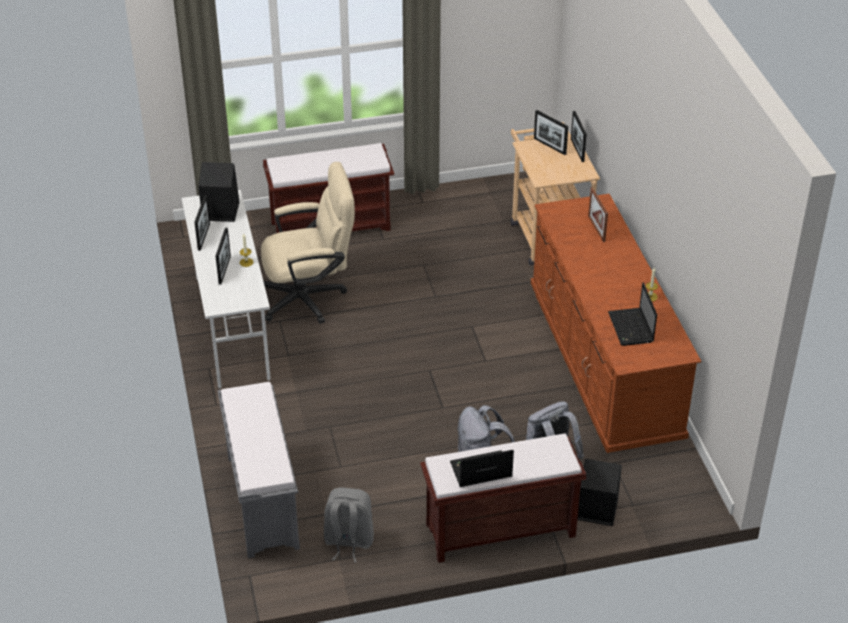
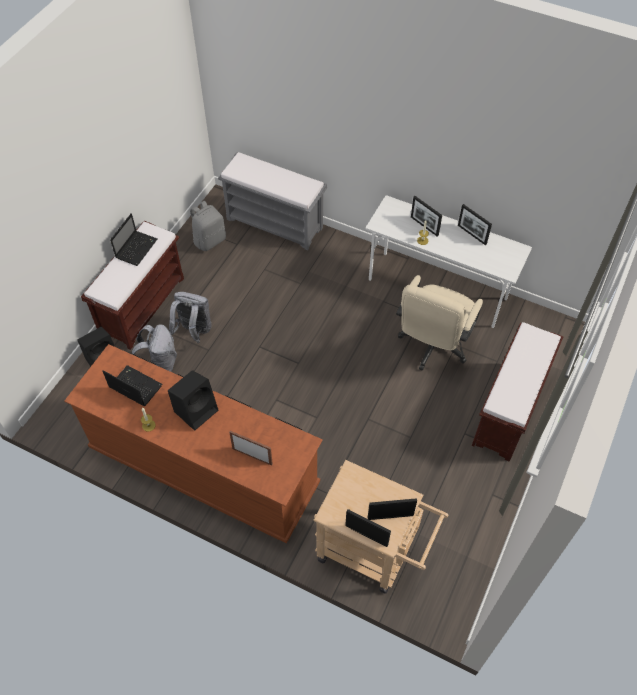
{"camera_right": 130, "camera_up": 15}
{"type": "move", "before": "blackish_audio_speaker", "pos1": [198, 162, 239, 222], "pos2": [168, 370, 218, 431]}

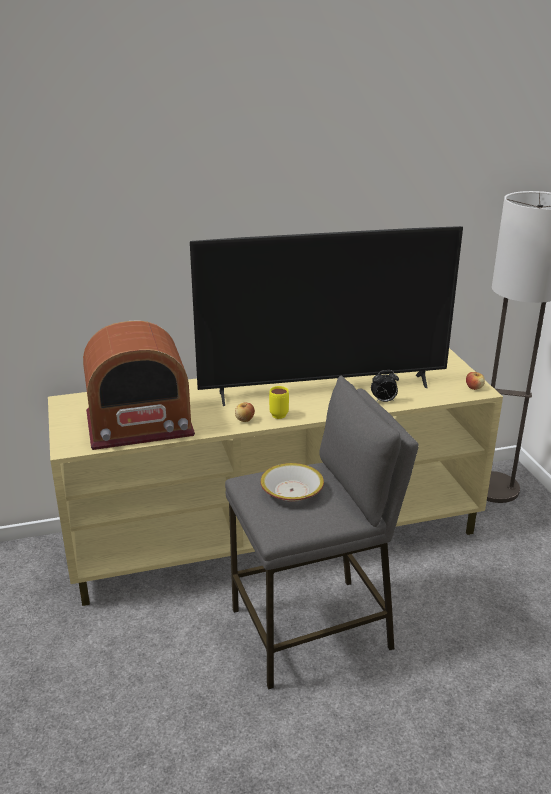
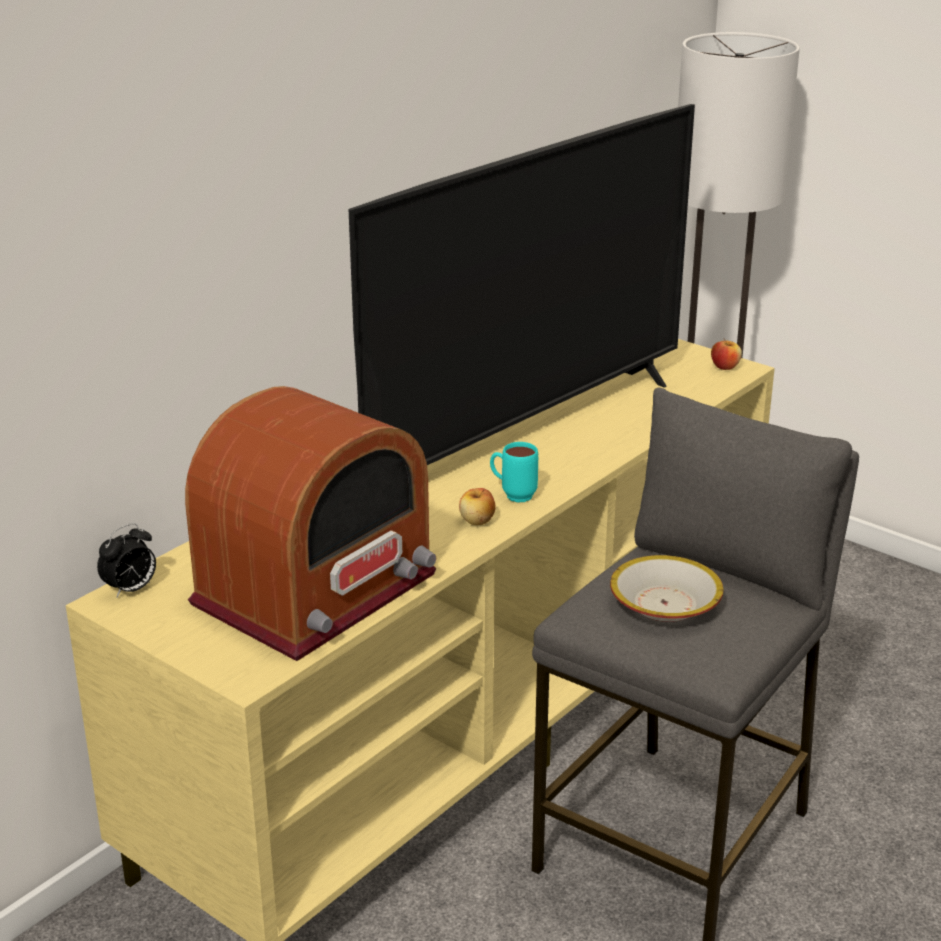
{"camera_right": -35, "camera_up": 0}
{"type": "move", "before": "bedside_clock", "pos1": [371, 370, 399, 402], "pos2": [97, 523, 156, 598]}
{"type": "recolor", "before": "yellow-coloured_mug", "after": "turquoise_mug", "pos1": [269, 386, 289, 419], "pos2": [490, 442, 538, 503]}

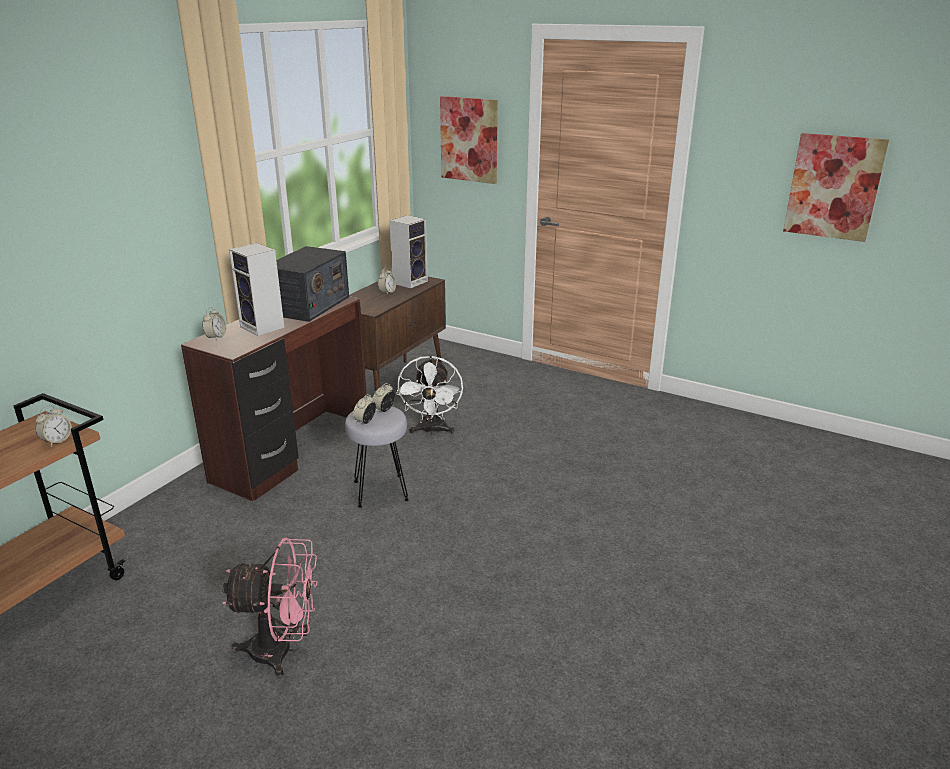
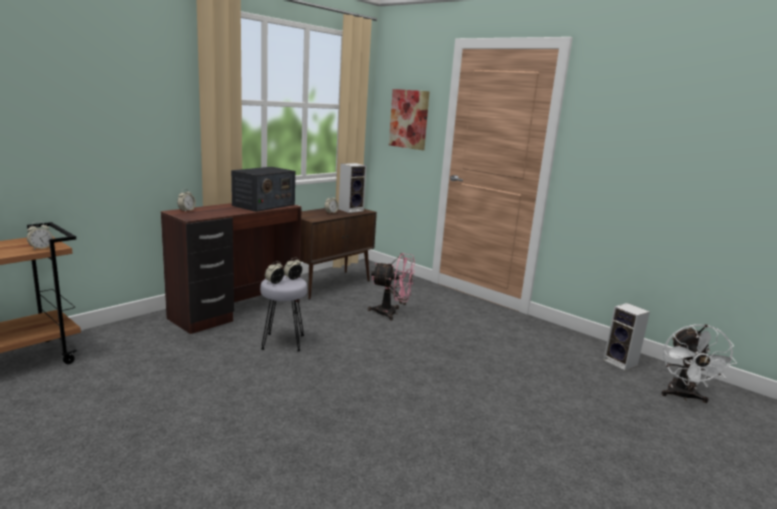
{"camera_right": 10, "camera_up": -10}
{"type": "delete", "before": "wall_picture", "pos1": [783, 133, 889, 242]}
{"type": "move", "before": "audio_speaker", "pos1": [229, 243, 284, 336], "pos2": [603, 303, 650, 371]}
{"type": "move", "before": "white-coloured_electric_fan", "pos1": [396, 355, 463, 435], "pos2": [661, 324, 737, 403]}
{"type": "move", "before": "pinkish_electric_fan", "pos1": [222, 538, 318, 678], "pos2": [368, 253, 415, 320]}

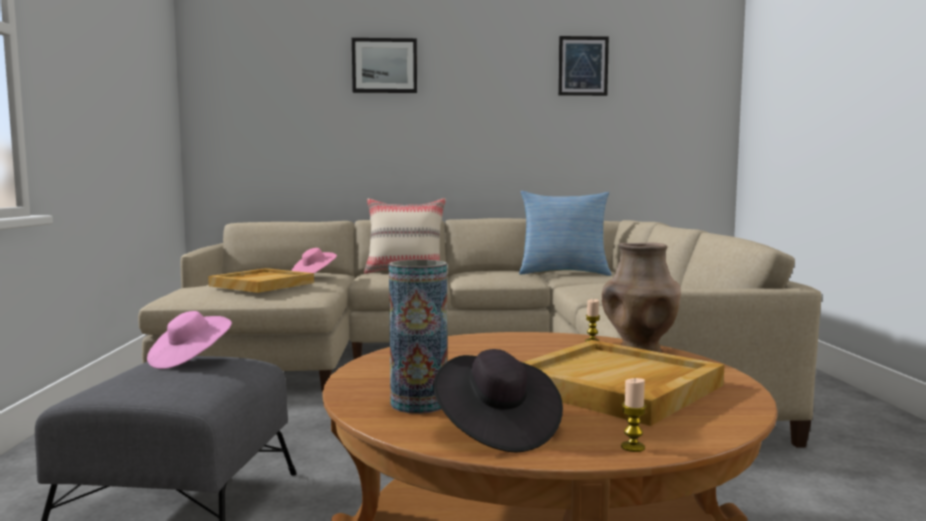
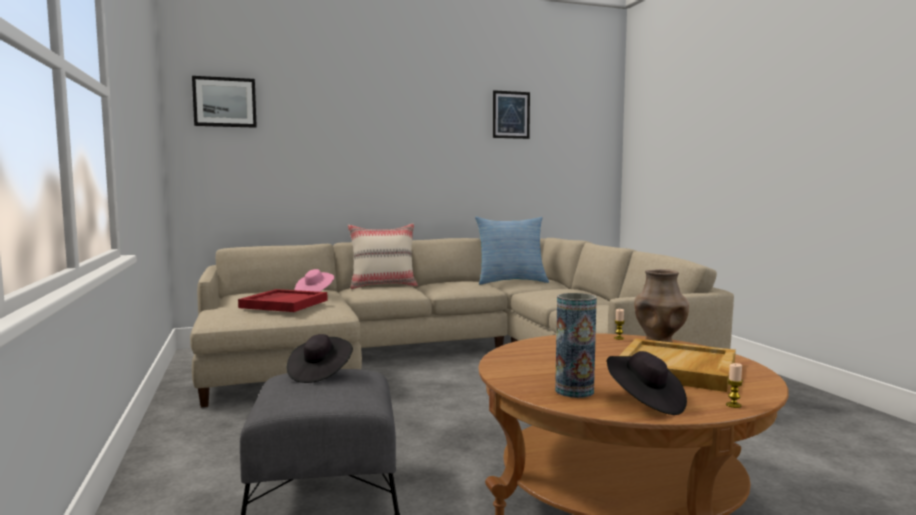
{"camera_right": -15, "camera_up": 0}
{"type": "move", "before": "wall_picture", "pos1": [352, 38, 417, 93], "pos2": [192, 76, 257, 128]}
{"type": "recolor", "before": "beige-coloured_serving_tray", "after": "red_serving_tray", "pos1": [208, 268, 314, 293], "pos2": [238, 289, 328, 312]}
{"type": "recolor", "before": "pinkish_clothing_hat", "after": "blackish_clothing_hat", "pos1": [147, 311, 232, 369], "pos2": [287, 334, 353, 383]}

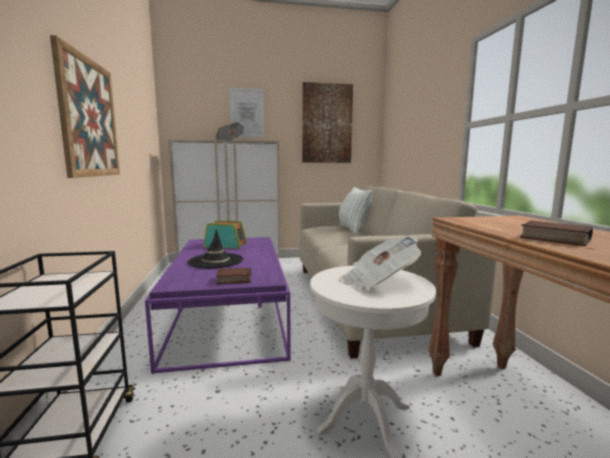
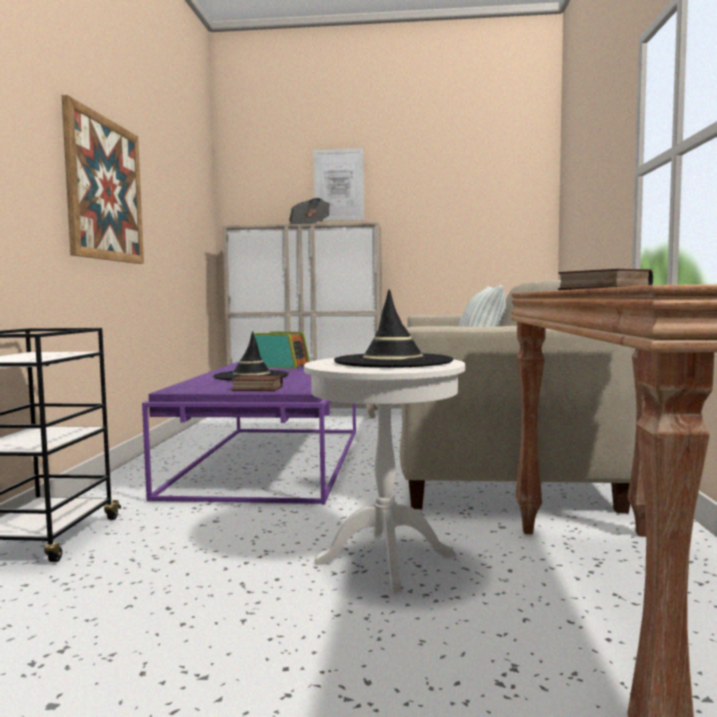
{"camera_right": 15, "camera_up": -5}
{"type": "delete", "before": "wall_picture", "pos1": [302, 82, 353, 163]}
{"type": "replace", "before": "daily_paper", "after": "blackish_clothing_hat", "pos1": [339, 236, 421, 289], "pos2": [334, 289, 453, 368]}

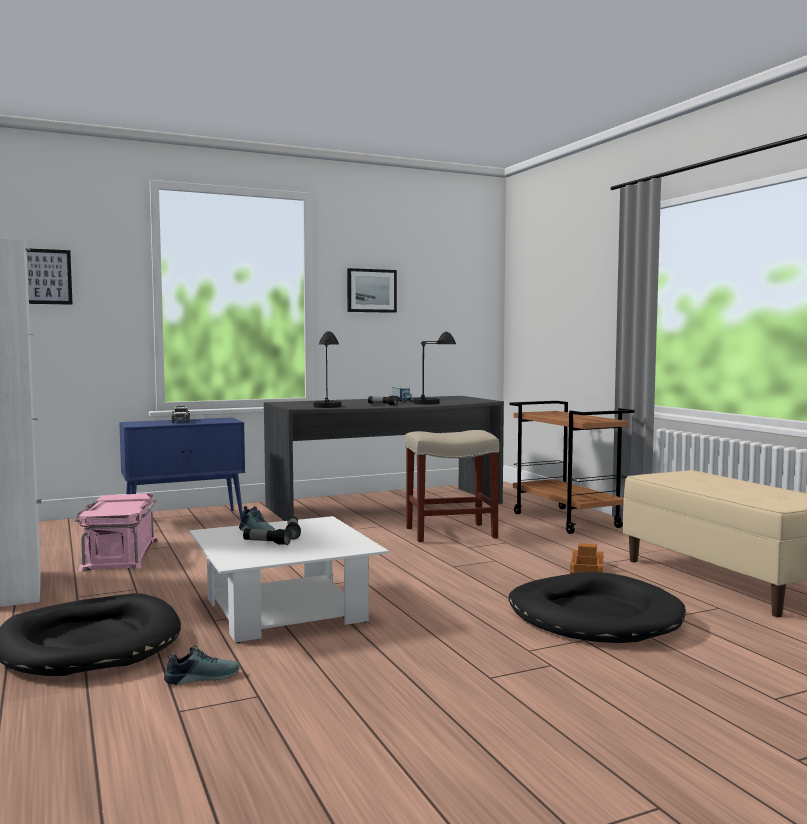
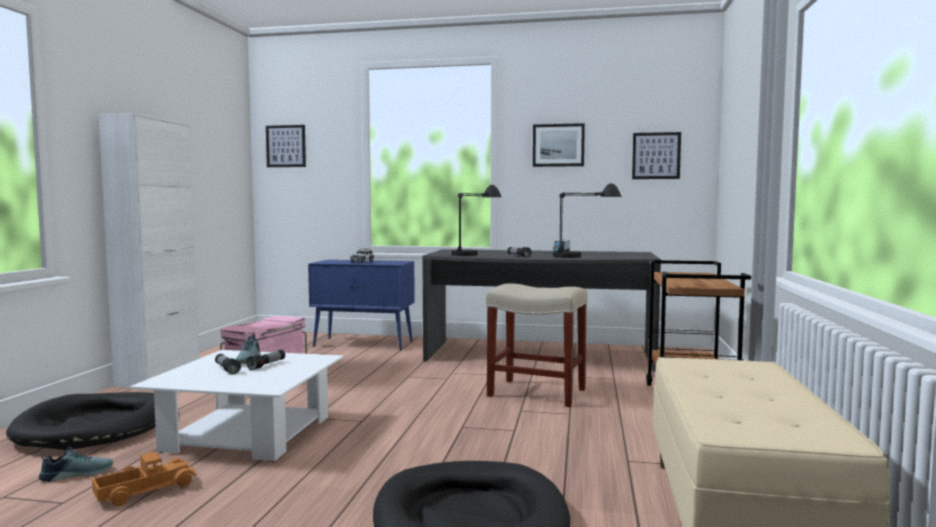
{"camera_right": 35, "camera_up": 0}
{"type": "move", "before": "model_truck", "pos1": [570, 543, 604, 574], "pos2": [92, 452, 197, 506]}
{"type": "rotate", "before": "low_shoe", "pos1": [164, 645, 240, 685], "pos2": [39, 447, 113, 482], "turn": -45}
{"type": "insert", "after": "wall_picture", "pos2": [632, 132, 681, 179]}

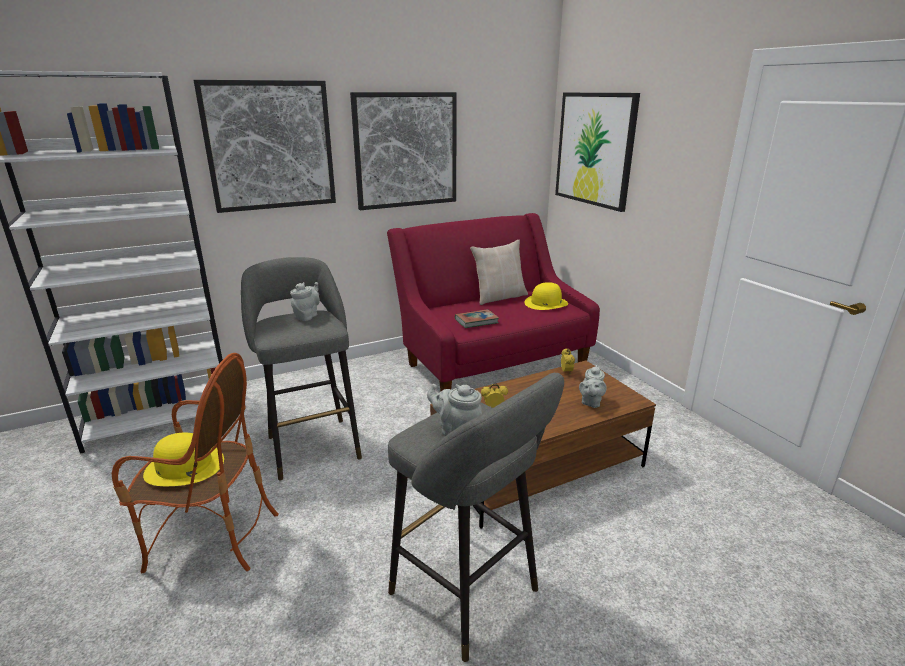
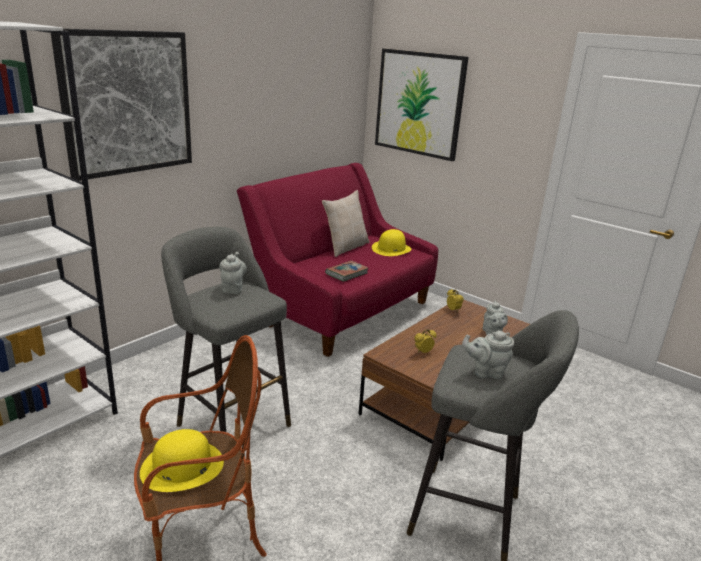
{"camera_right": -25, "camera_up": 0}
{"type": "delete", "before": "wall_picture", "pos1": [350, 92, 457, 210]}

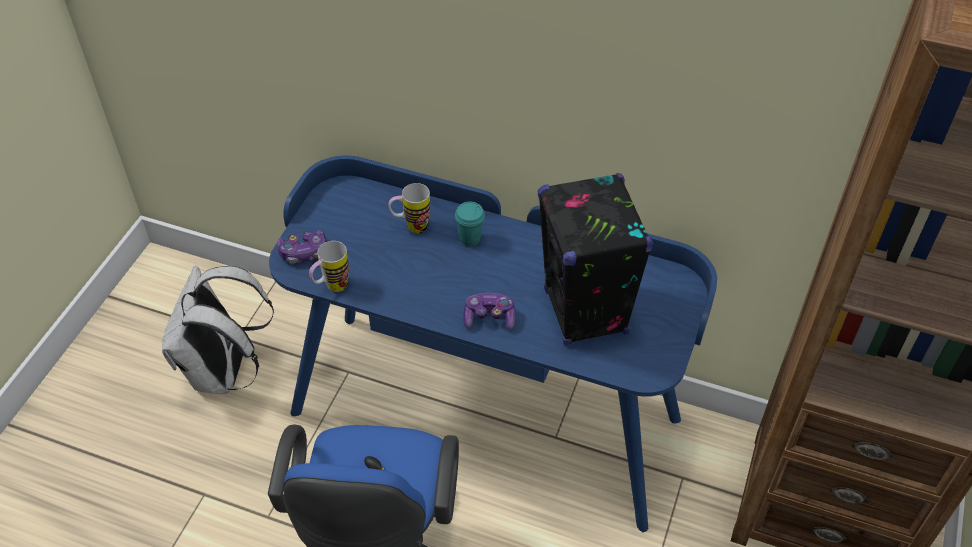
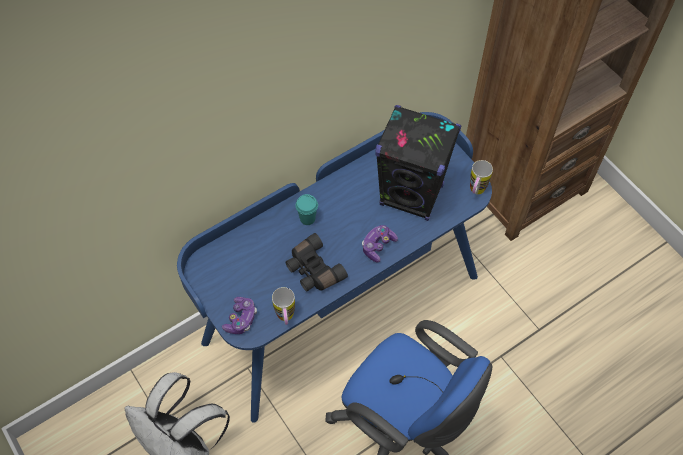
{"camera_right": -55, "camera_up": 10}
{"type": "move", "before": "mug", "pos1": [389, 183, 430, 233], "pos2": [470, 160, 493, 194]}
{"type": "insert", "after": "blackish_binoculars", "pos2": [285, 233, 348, 291]}

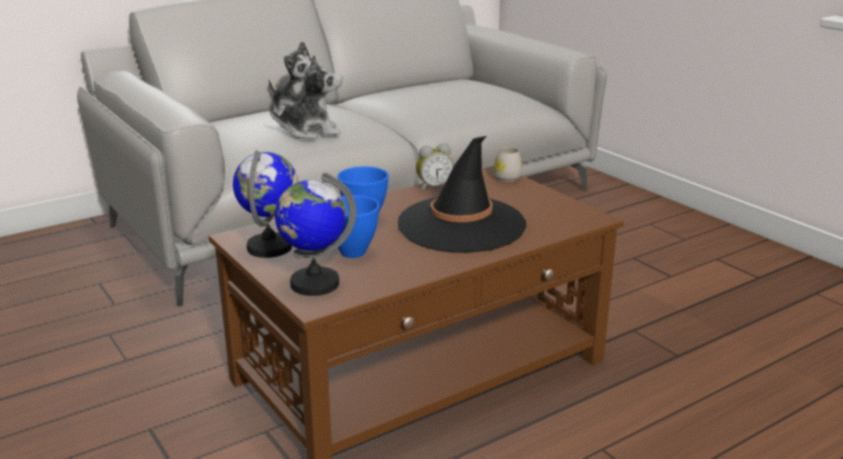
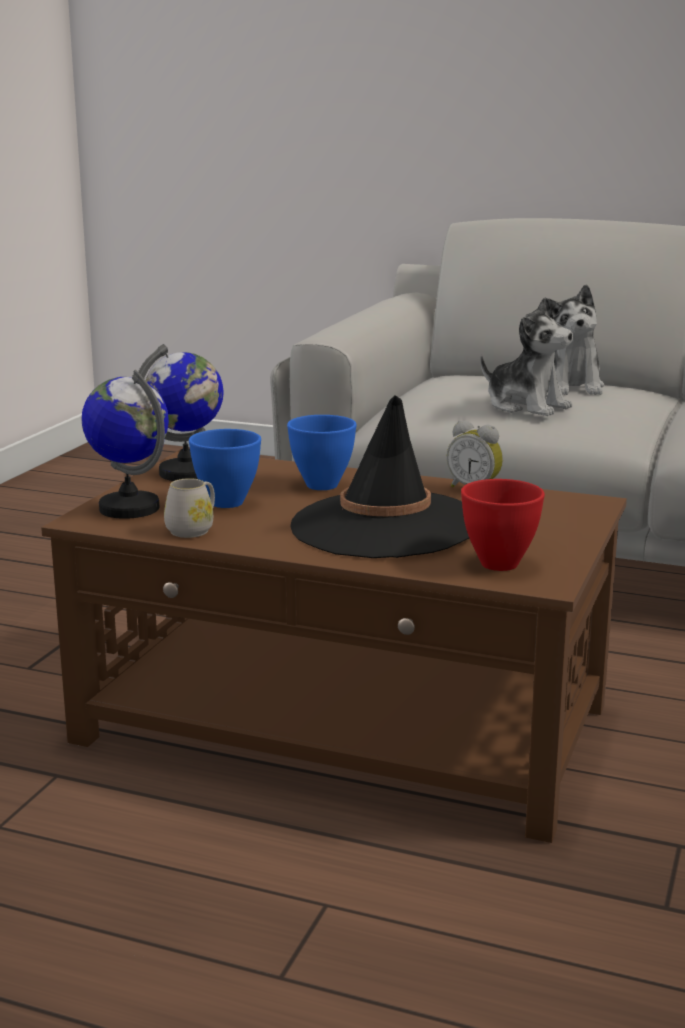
{"camera_right": 55, "camera_up": -5}
{"type": "move", "before": "white-coloured_mug", "pos1": [493, 147, 522, 182], "pos2": [164, 478, 215, 538]}
{"type": "insert", "after": "red_bowl", "pos2": [461, 479, 545, 571]}

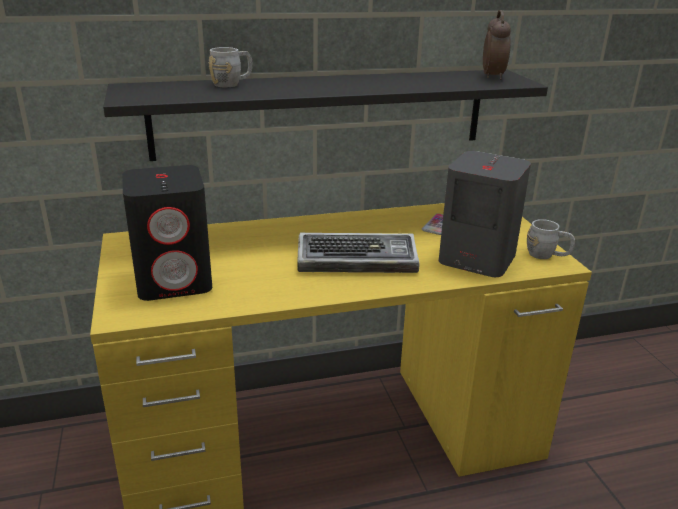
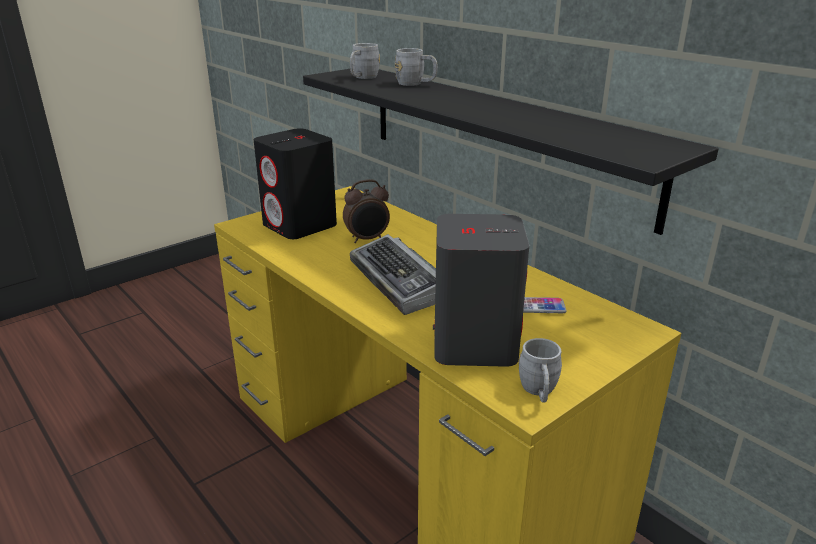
{"camera_right": 65, "camera_up": 0}
{"type": "move", "before": "bedside_clock", "pos1": [483, 10, 511, 80], "pos2": [343, 179, 390, 243]}
{"type": "insert", "after": "greyish_mug", "pos2": [350, 43, 380, 79]}

